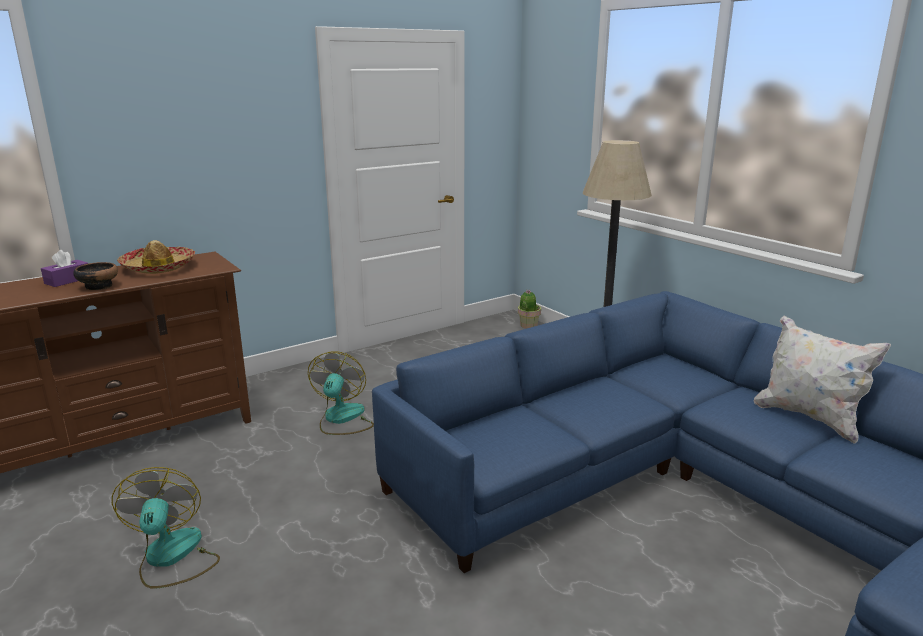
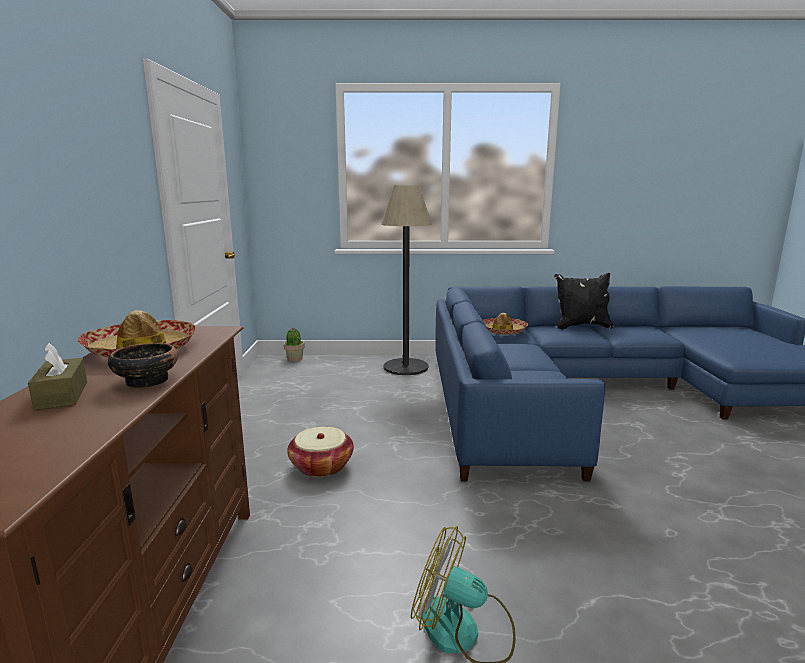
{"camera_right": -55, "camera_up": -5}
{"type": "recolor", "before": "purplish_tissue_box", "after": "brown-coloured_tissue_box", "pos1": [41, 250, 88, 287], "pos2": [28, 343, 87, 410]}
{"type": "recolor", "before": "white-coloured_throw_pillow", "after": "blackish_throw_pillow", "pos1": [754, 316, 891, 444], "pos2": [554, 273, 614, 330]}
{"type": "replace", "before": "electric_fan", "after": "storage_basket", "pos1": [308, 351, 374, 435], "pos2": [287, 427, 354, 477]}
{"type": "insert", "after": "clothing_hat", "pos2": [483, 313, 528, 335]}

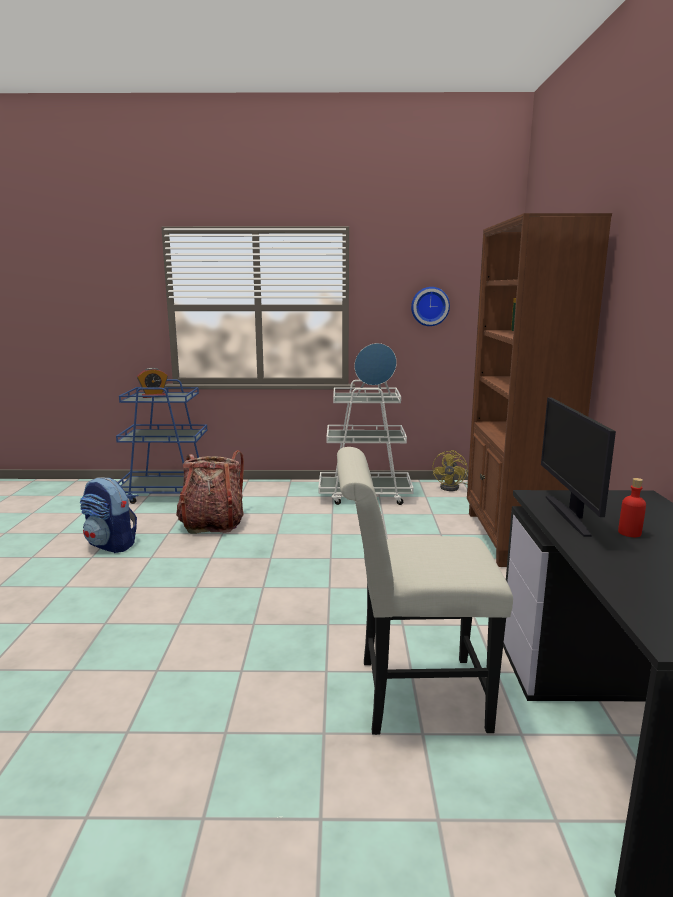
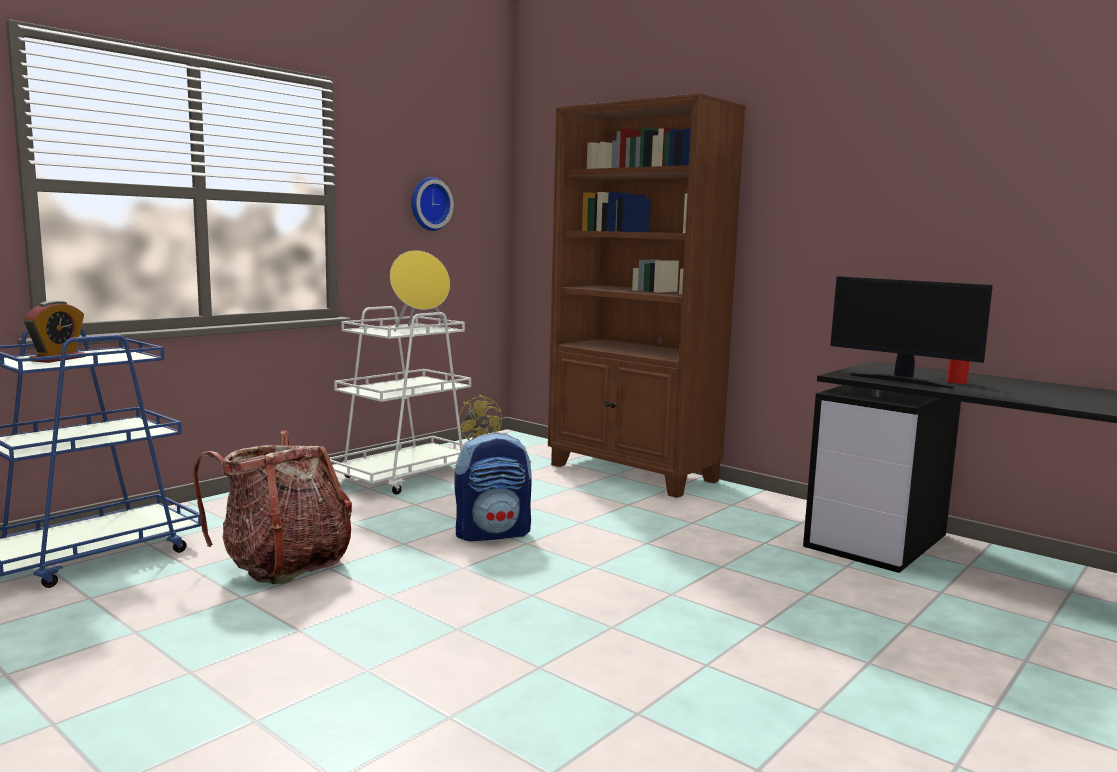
{"camera_right": -50, "camera_up": -5}
{"type": "recolor", "before": "bluish_audio_speaker", "after": "yellow-coloured_audio_speaker", "pos1": [354, 343, 397, 400], "pos2": [390, 250, 450, 331]}
{"type": "delete", "before": "white-coloured_plain_chair", "pos1": [337, 447, 513, 735]}
{"type": "move", "before": "backpack", "pos1": [80, 477, 137, 553], "pos2": [454, 432, 532, 541]}

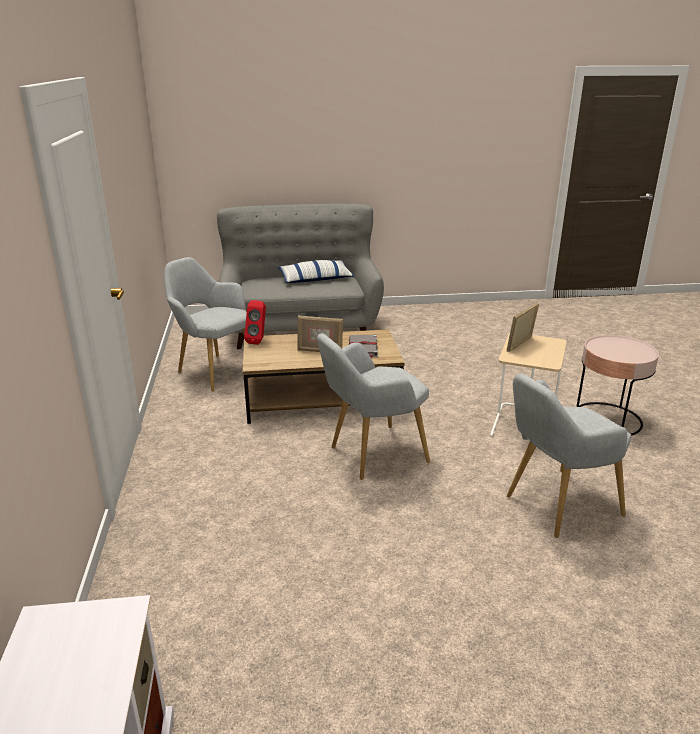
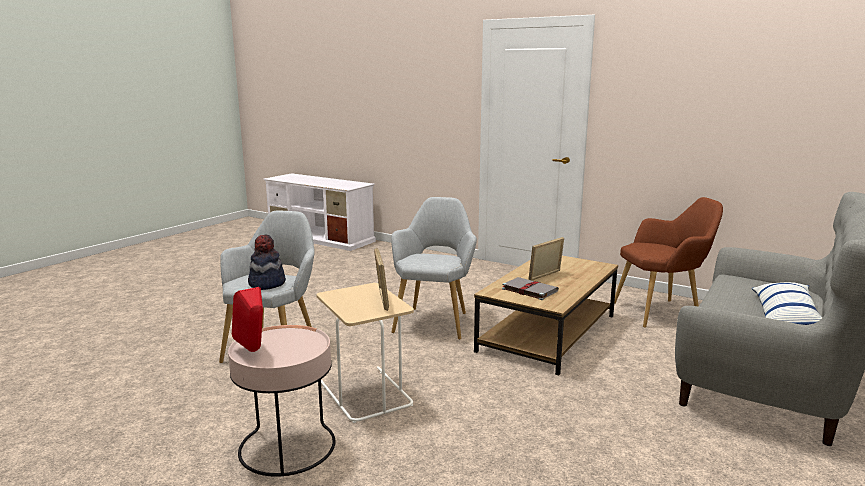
{"camera_right": 130, "camera_up": -10}
{"type": "recolor", "before": "greyish_armchair", "after": "brown-coloured_armchair", "pos1": [164, 257, 247, 392], "pos2": [614, 197, 723, 328]}
{"type": "move", "before": "red_audio_speaker", "pos1": [244, 300, 266, 345], "pos2": [232, 287, 263, 352]}
{"type": "insert", "after": "clothing_hat", "pos2": [248, 234, 286, 290]}

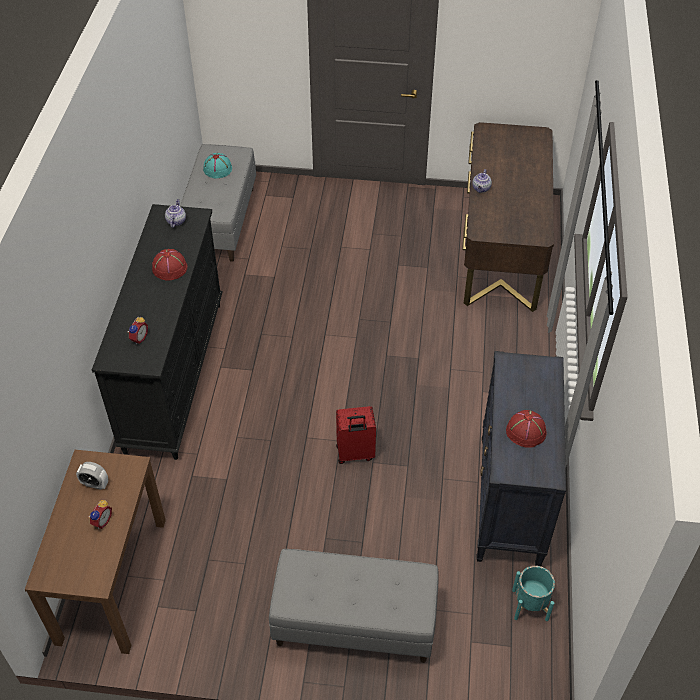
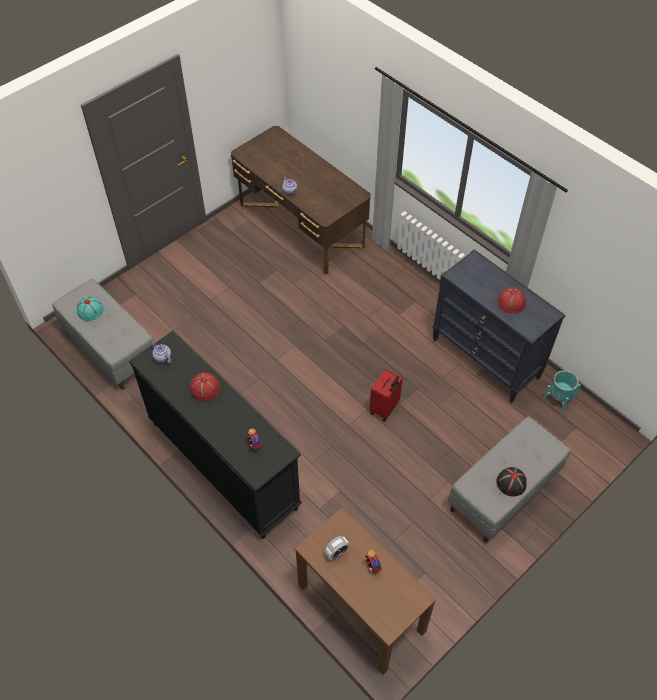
{"camera_right": -50, "camera_up": 5}
{"type": "insert", "after": "blackish_clothing_hat", "pos2": [496, 467, 527, 496]}

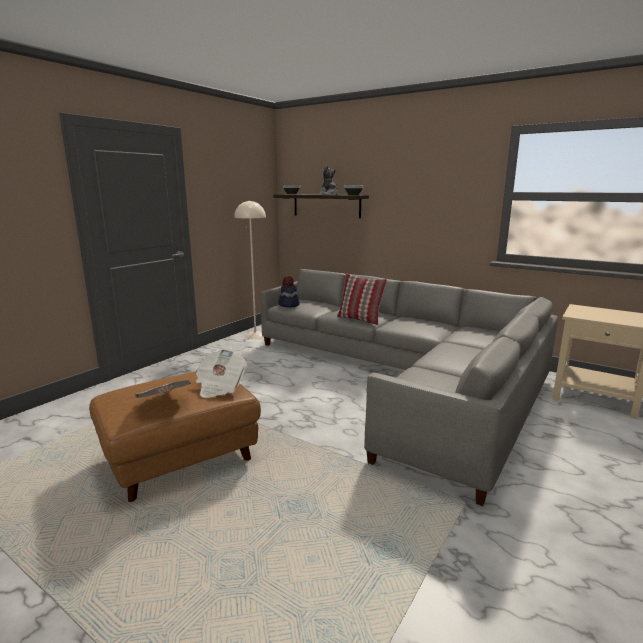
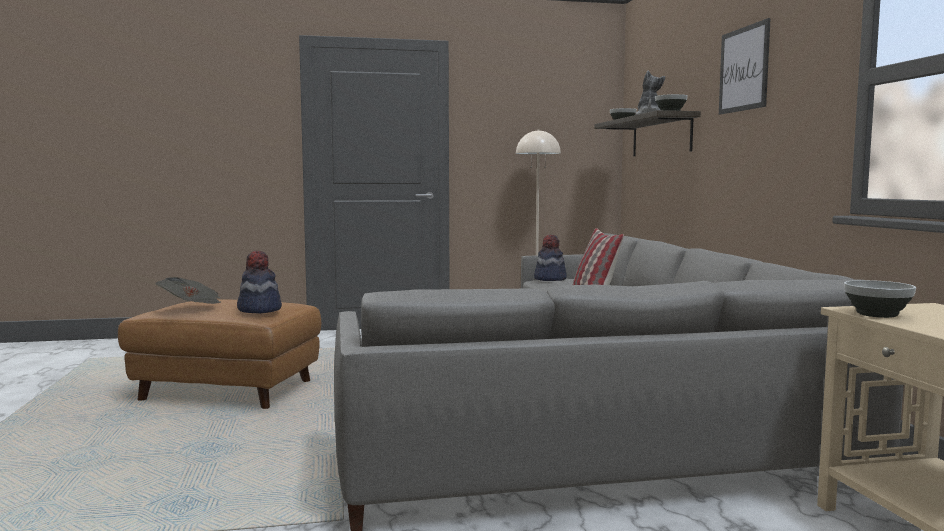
{"camera_right": 45, "camera_up": -10}
{"type": "replace", "before": "daily_paper", "after": "clothing_hat", "pos1": [196, 349, 247, 398], "pos2": [237, 251, 282, 314]}
{"type": "insert", "after": "wall_picture", "pos2": [719, 18, 771, 114]}
{"type": "insert", "after": "bowl", "pos2": [844, 280, 916, 318]}

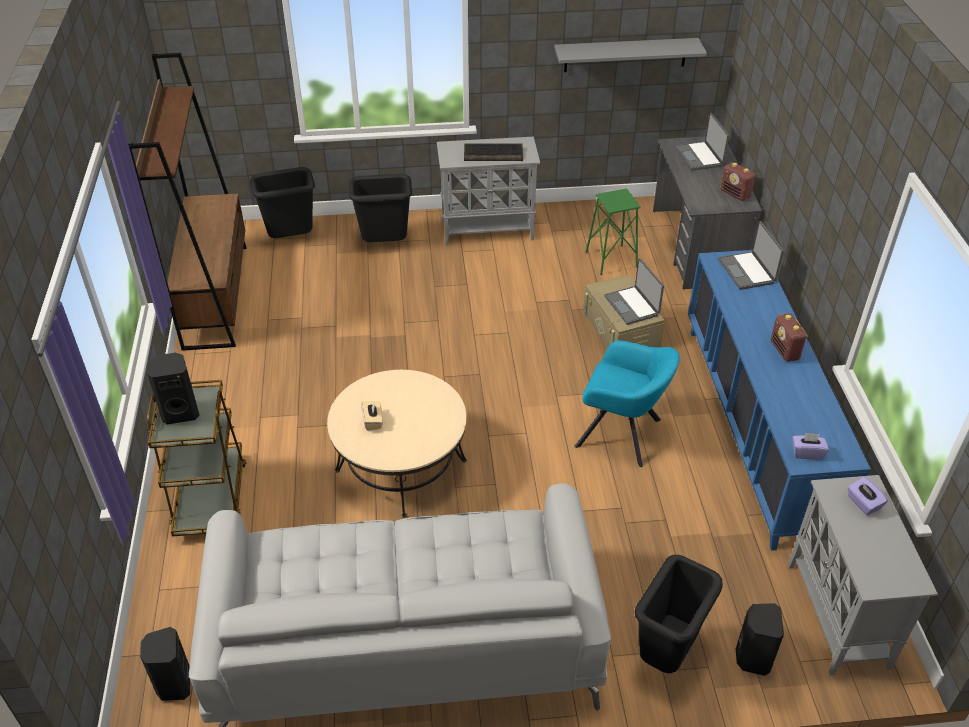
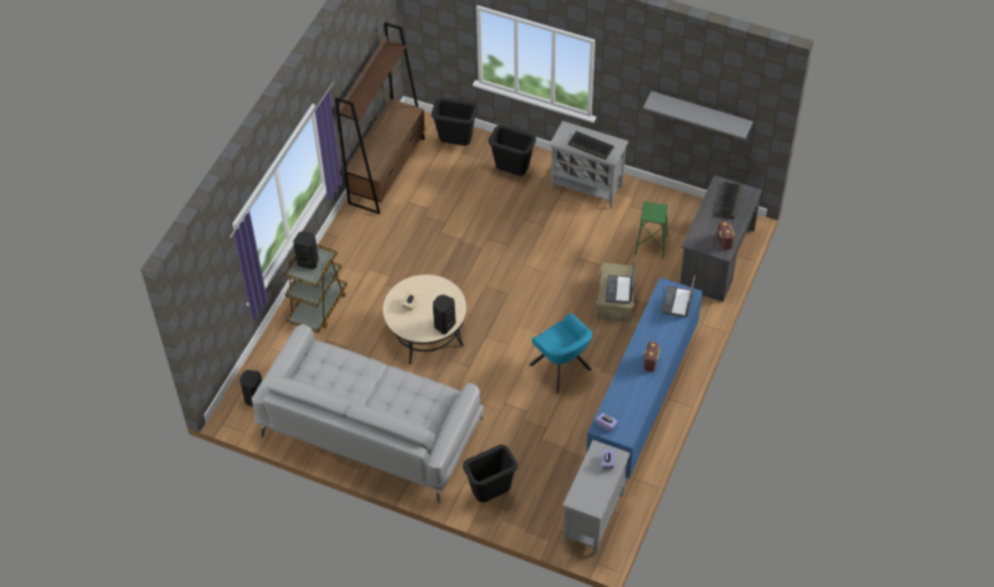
{"camera_right": 30, "camera_up": 10}
{"type": "replace", "before": "laptop", "after": "keyboard", "pos1": [675, 113, 729, 171], "pos2": [715, 182, 742, 219]}
{"type": "move", "before": "blackish_audio_speaker", "pos1": [736, 603, 784, 676], "pos2": [433, 295, 456, 334]}

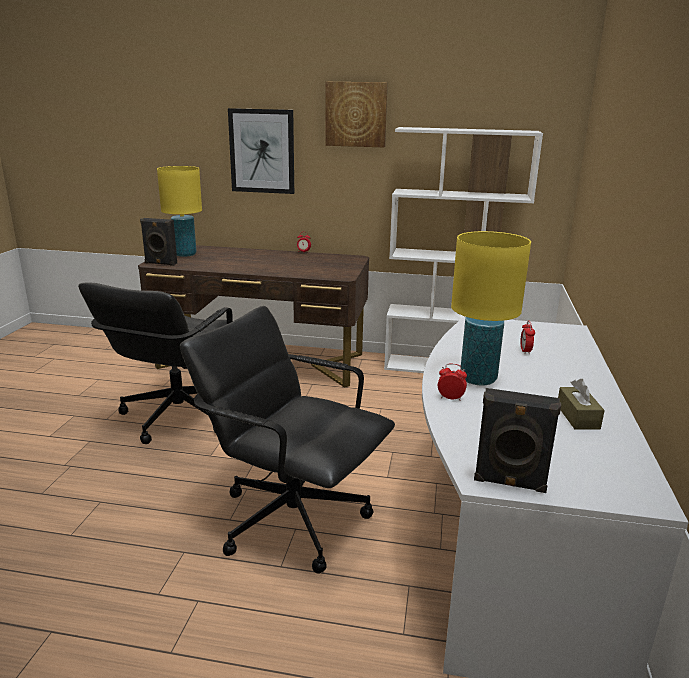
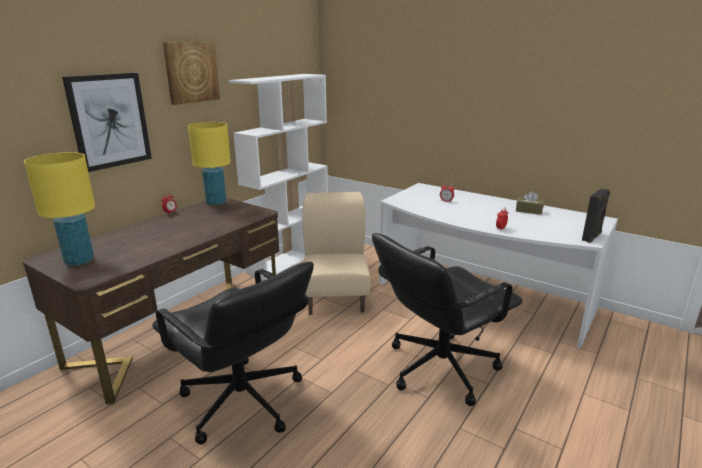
{"camera_right": -65, "camera_up": 0}
{"type": "delete", "before": "blackish_audio_speaker", "pos1": [140, 218, 177, 266]}
{"type": "move", "before": "yellow-coloured_lamp_for_a_table", "pos1": [451, 231, 531, 386], "pos2": [188, 122, 231, 205]}
{"type": "insert", "after": "beige-coloured_plain_chair", "pos2": [302, 192, 371, 315]}

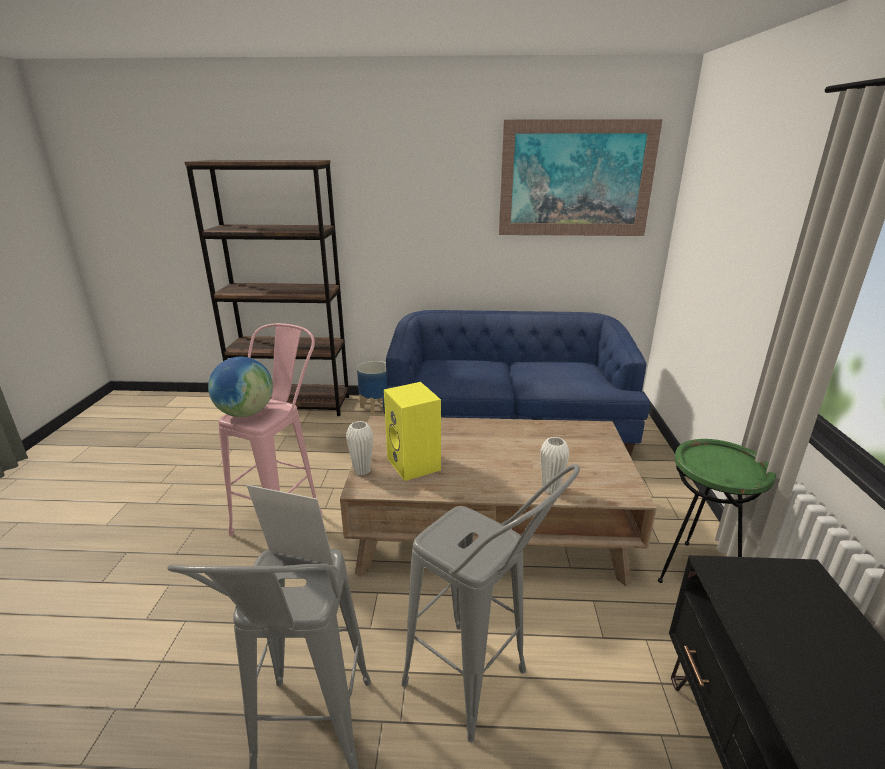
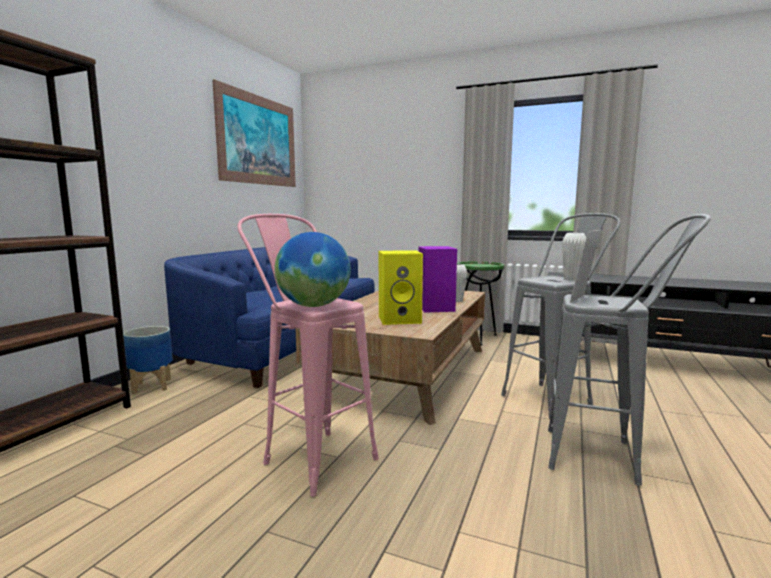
{"camera_right": -70, "camera_up": -15}
{"type": "move", "before": "white-coloured_vase", "pos1": [346, 421, 373, 475], "pos2": [562, 233, 586, 281]}
{"type": "insert", "after": "purplish_audio_speaker", "pos2": [418, 246, 457, 313]}

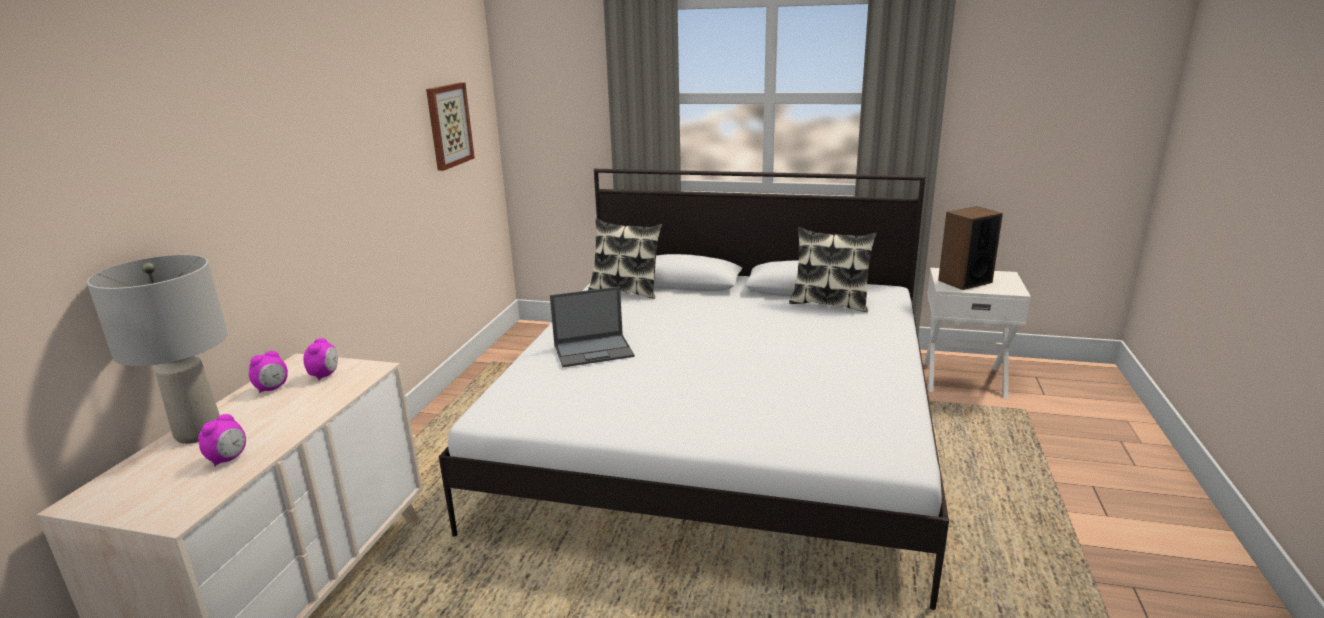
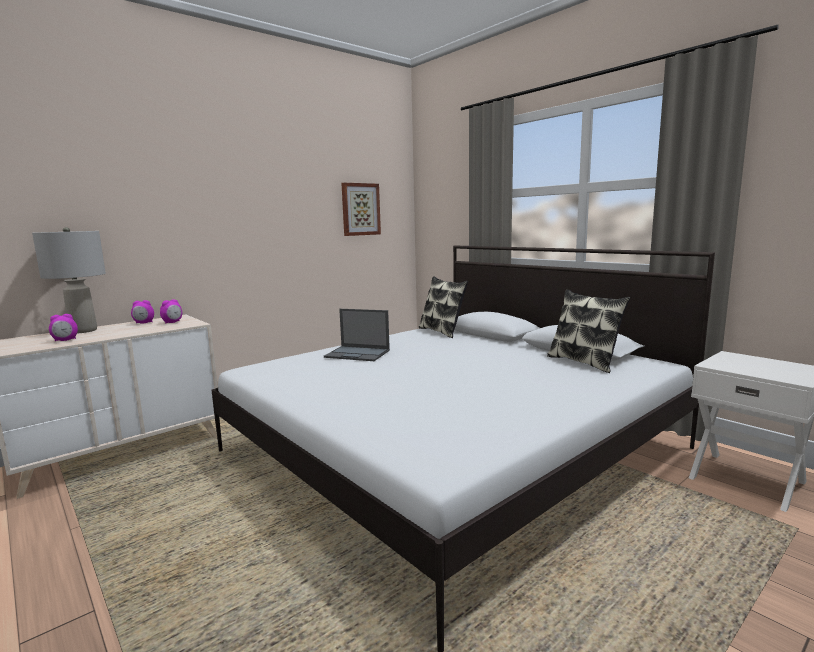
{"camera_right": 35, "camera_up": -10}
{"type": "delete", "before": "audio_speaker", "pos1": [938, 206, 1003, 290]}

